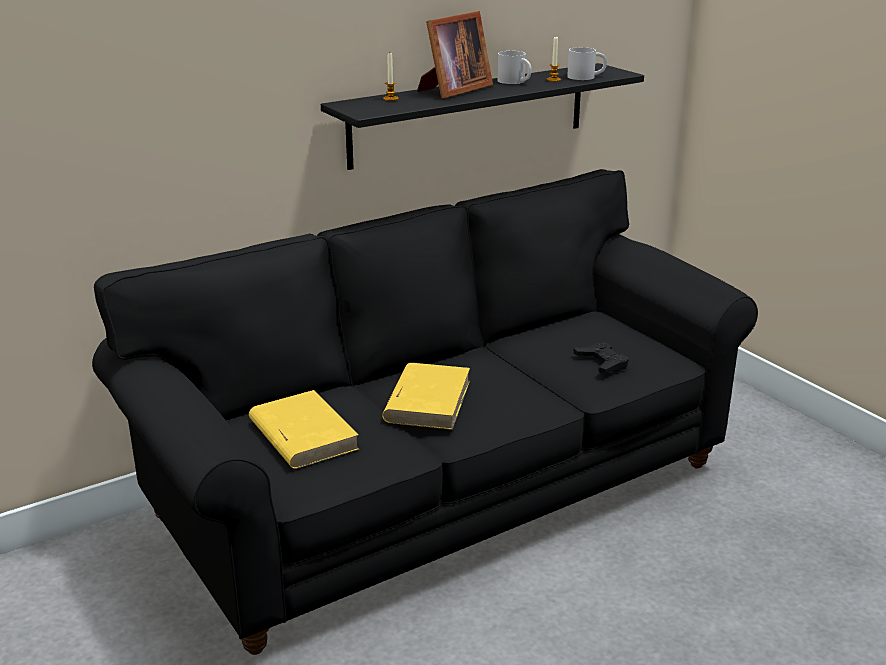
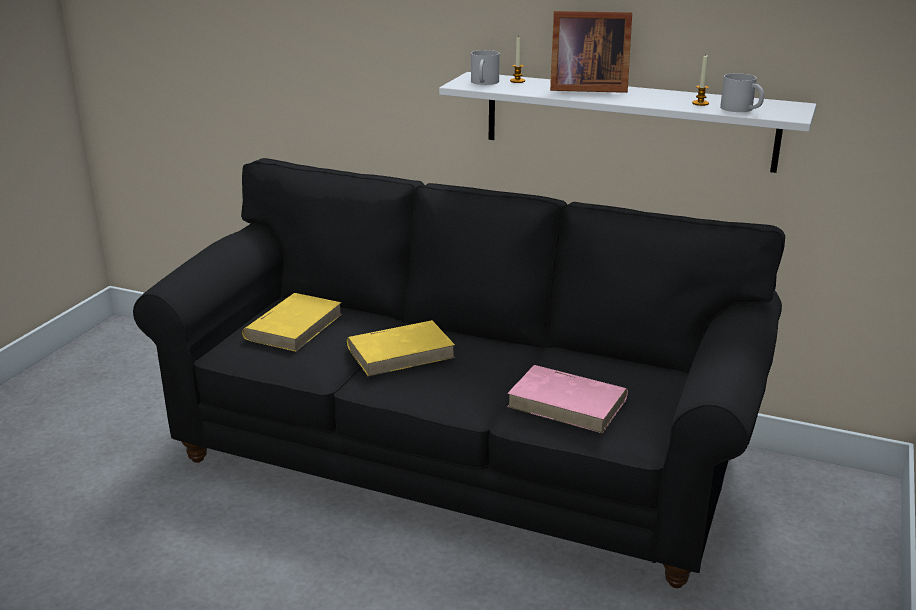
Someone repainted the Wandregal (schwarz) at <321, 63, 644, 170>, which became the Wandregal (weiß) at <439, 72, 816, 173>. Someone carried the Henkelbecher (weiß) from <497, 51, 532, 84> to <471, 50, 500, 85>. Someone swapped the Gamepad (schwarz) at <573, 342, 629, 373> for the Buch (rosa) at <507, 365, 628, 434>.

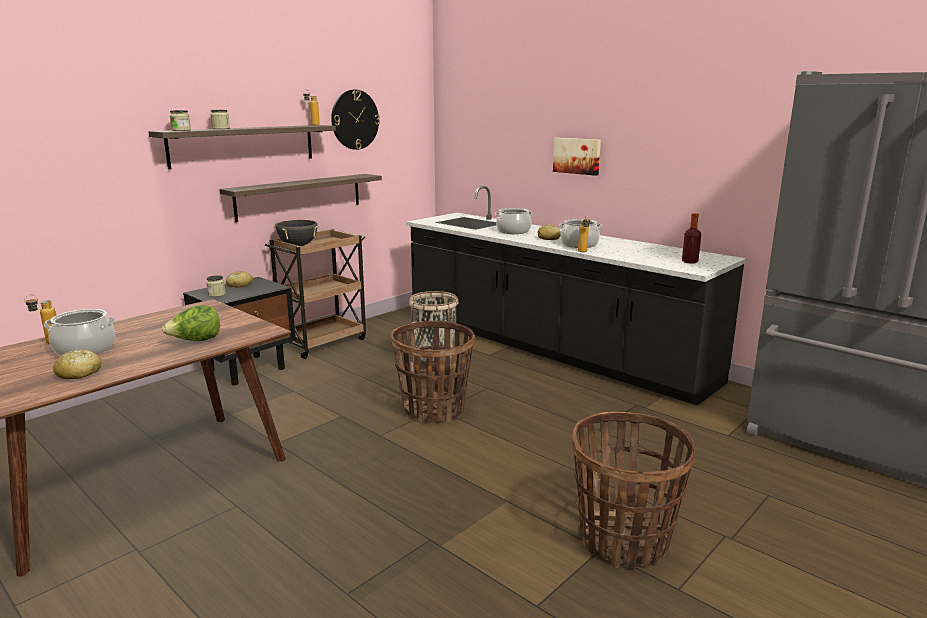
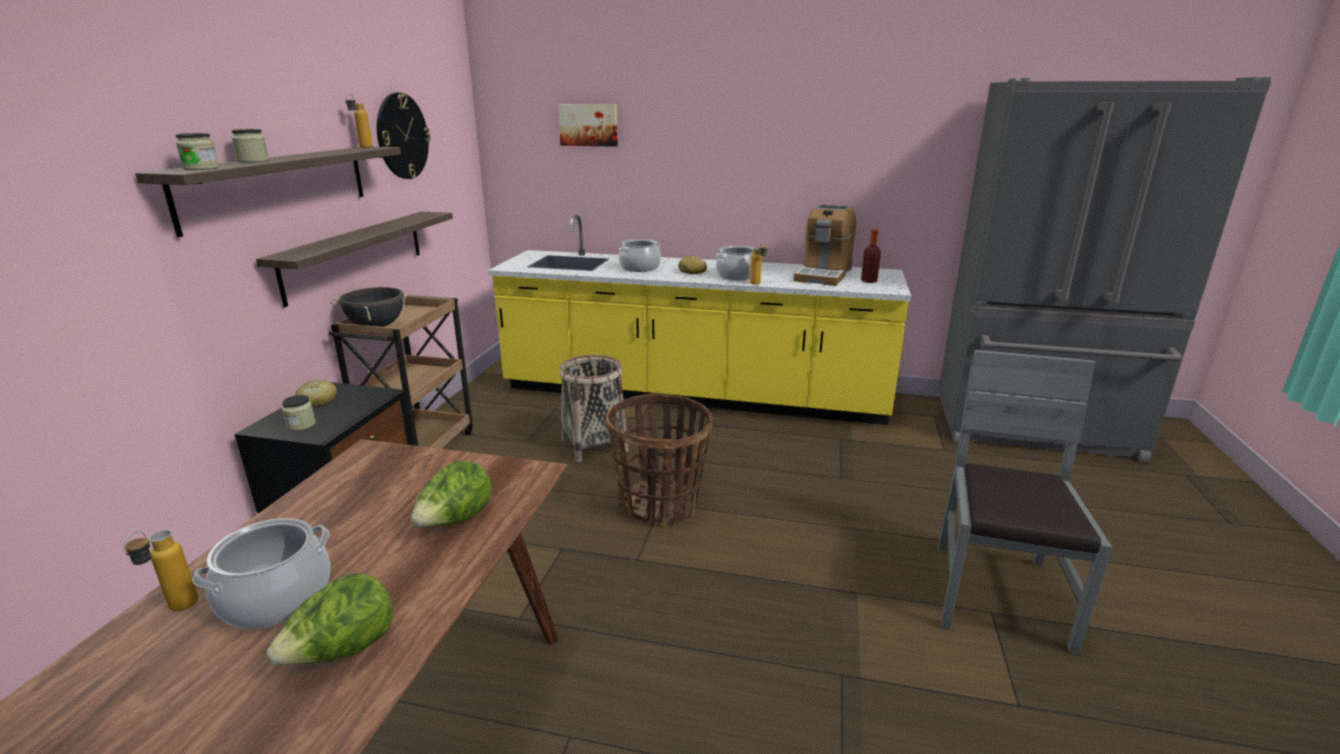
Someone swapped the Brot at <53, 349, 102, 379> for the Salatkopf at <267, 573, 393, 665>. Someone repainted the Küchenzeile (schwarz) at <406, 186, 746, 406>, which became the Küchenzeile (gelb) at <488, 214, 911, 425>. Someone carried the Bild from <553, 138, 601, 176> to <558, 104, 618, 147>. Someone put down the Kaffeemaschine at <794, 204, 856, 286>. Someone swapped the Korb at <572, 412, 696, 568> for the Stuhl (grau) at <938, 350, 1112, 655>.

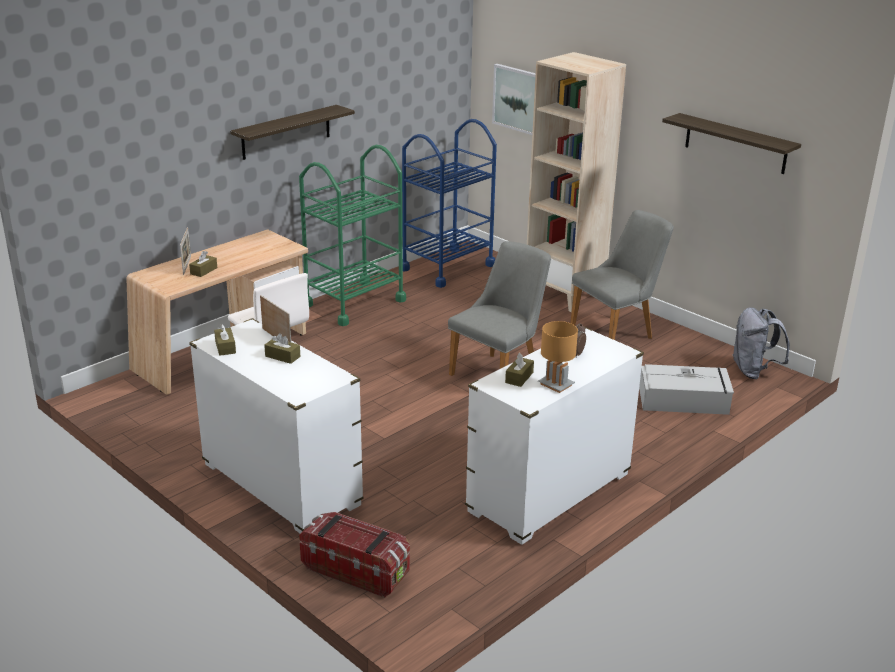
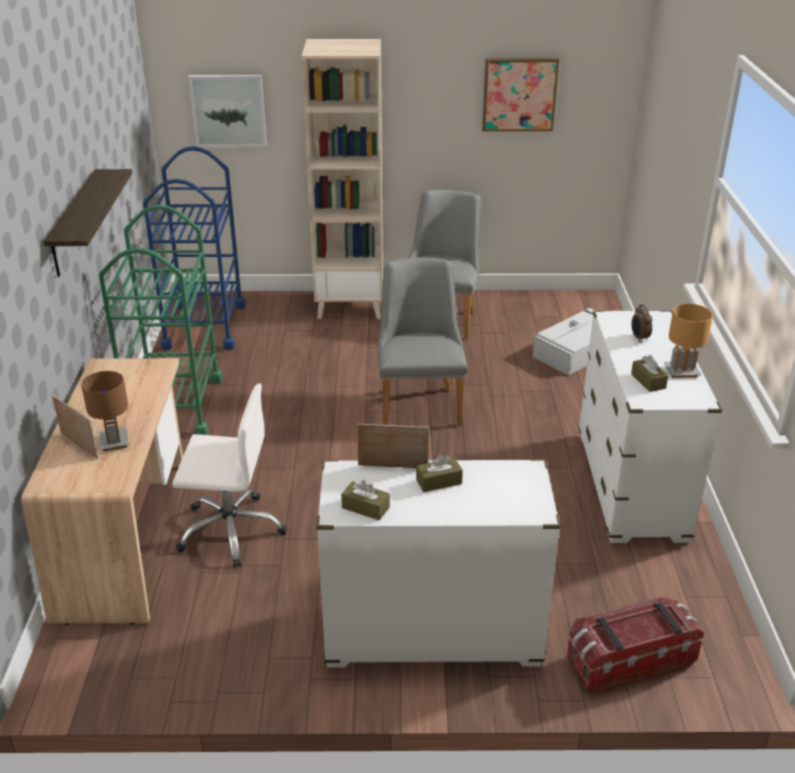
Someone swapped the Taschentuchbox (braun) at <189, 251, 217, 277> for the Tischlampe (braun) at <81, 371, 129, 451>. Someone swapped the Wandregal at <662, 113, 801, 174> for the Bild at <482, 58, 559, 131>. Someone took away the Rucksack (grau) at <732, 307, 790, 379>.

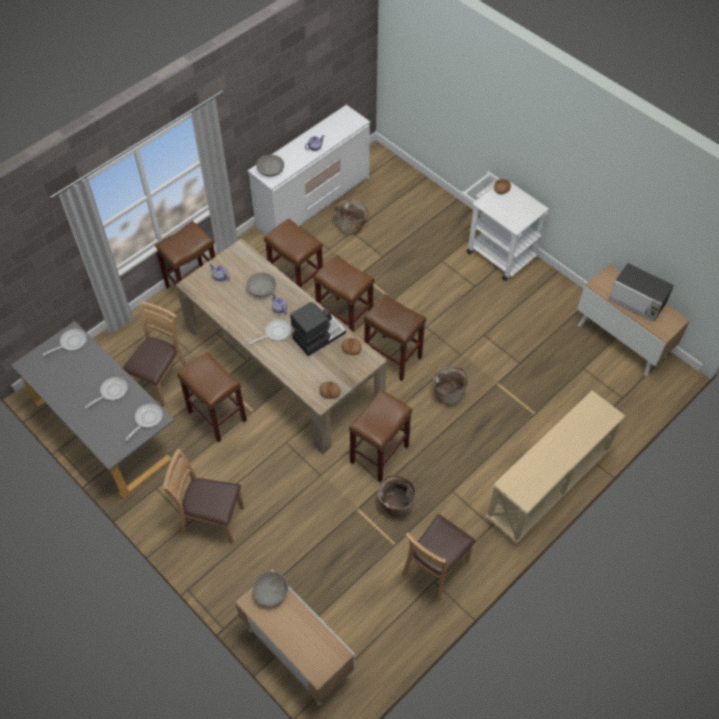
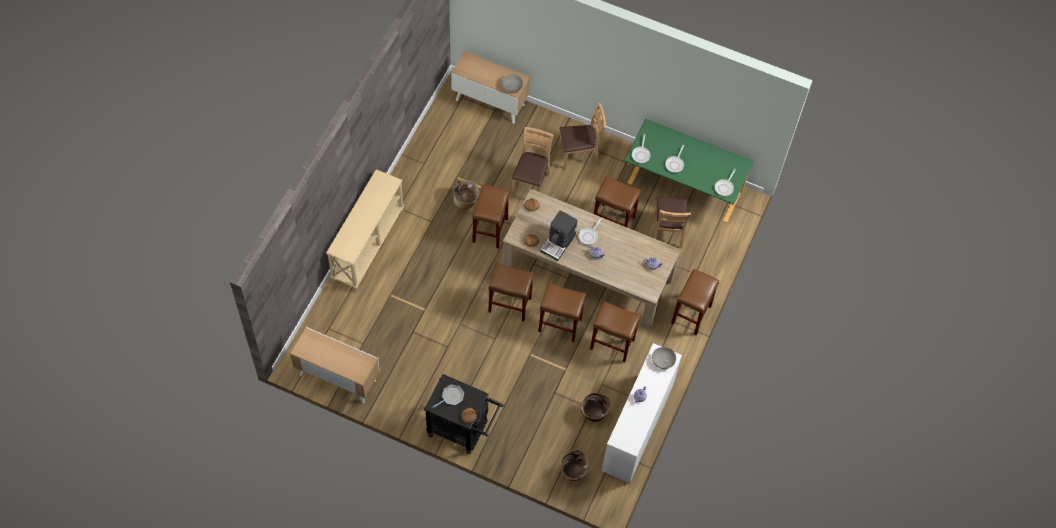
Someone repainted the Rollwagen (weiß) at <460, 171, 549, 281>, which became the Rollwagen (schwarz) at <424, 374, 503, 454>. Someone put down the Pfanne at <433, 384, 464, 408>. Someone carried the Stuhl (braun) from <402, 514, 475, 602> to <512, 127, 554, 195>. Someone carried the Korb from <433, 366, 468, 406> to <561, 450, 589, 481>. Someone repainted the Schreibtisch (grau) at <11, 321, 174, 499>, which became the Schreibtisch (grün) at <625, 119, 754, 223>. Someone took away the Schüssel (grau) at <246, 272, 276, 297>. Someone took away the Mikrowelle at <608, 263, 674, 322>.

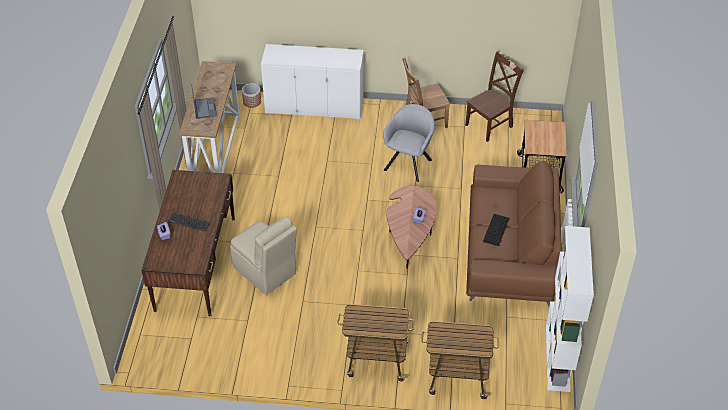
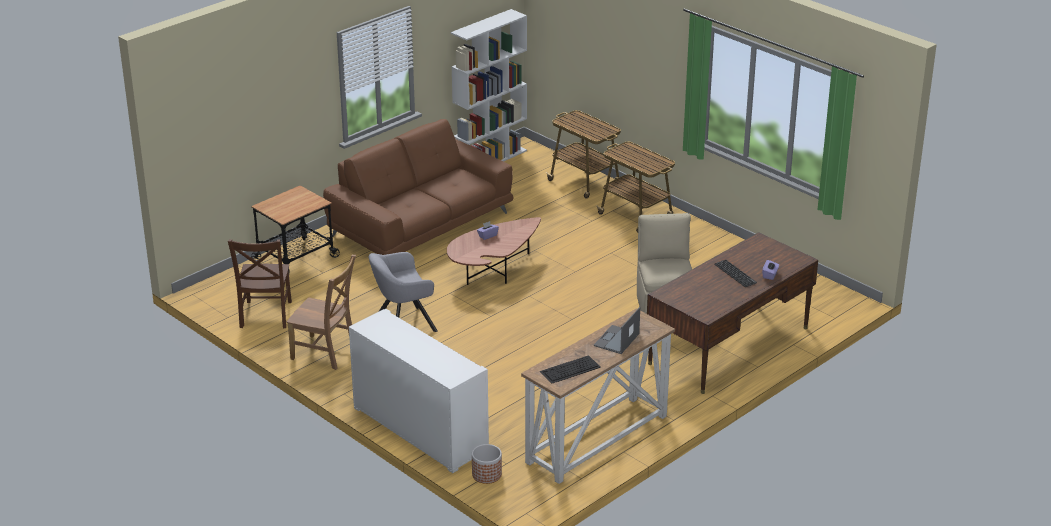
Someone rotated the Stuhl (braun) at <465, 51, 524, 142> by 90 degrees counterclockwise. Someone carried the Tastatur from <483, 214, 510, 246> to <540, 355, 601, 384>.

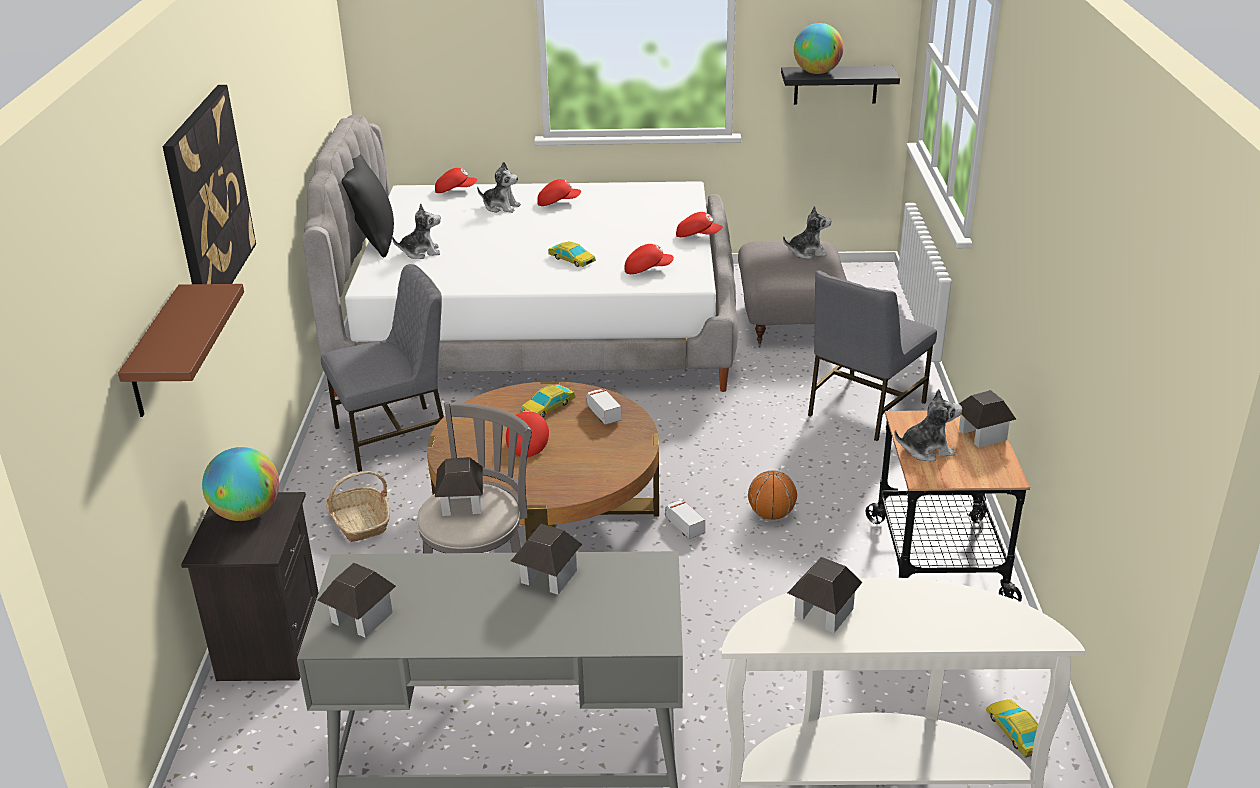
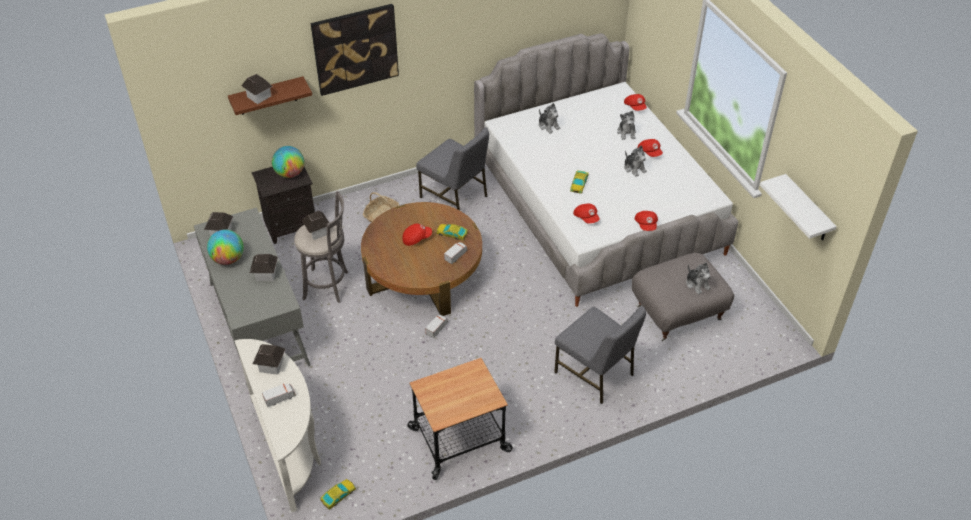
Someone carried the Globus from <794, 23, 843, 74> to <207, 229, 244, 265>. Someone carried the Spielzeughaus from <959, 390, 1016, 448> to <241, 74, 273, 104>. Someone put down the Spielzeuglaster at <262, 384, 296, 407>. Someone rotated the Stuhl (grau) at <808, 271, 937, 441> by 150 degrees counterclockwise. Someone carried the Plüschtier from <894, 389, 962, 461> to <624, 146, 647, 177>. Someone repainted the Wandregal (schwarz) at <781, 66, 900, 105>, which became the Wandregal (weiß) at <760, 174, 837, 241>. Someone took away the Kissen (schwarz) at <342, 154, 394, 257>. Someone took away the Basketball at <748, 470, 797, 520>.

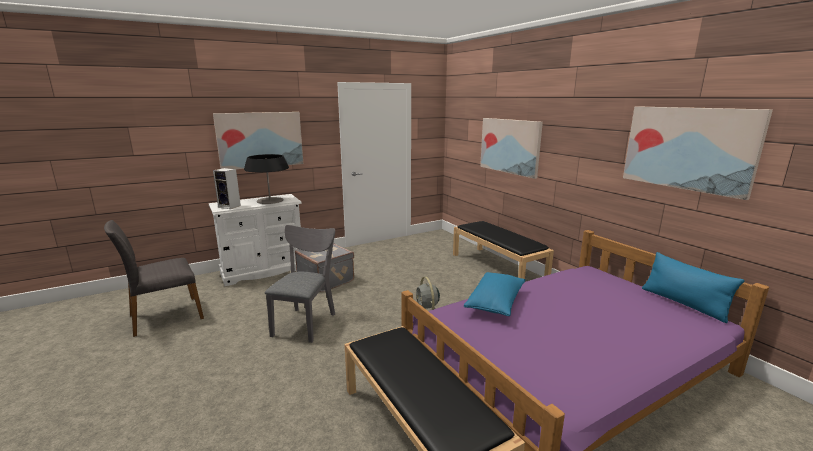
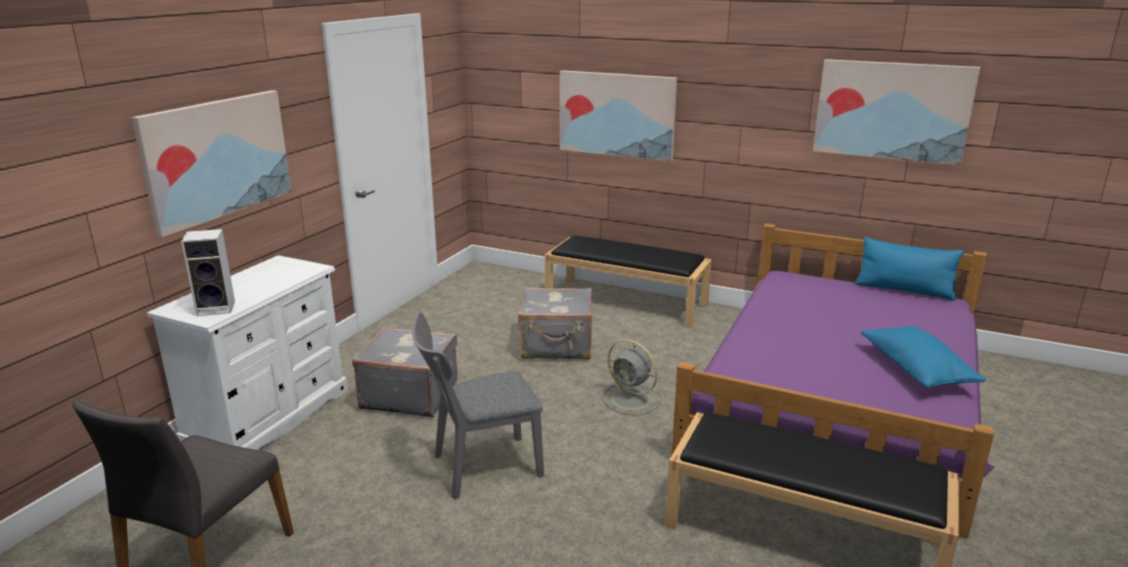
Someone rotated the Stuhl (grau) at <265, 225, 335, 343> by 90 degrees counterclockwise. Someone put down the Koffer (grau) at <518, 287, 592, 360>. Someone carried the Kissen (blau) from <464, 272, 526, 316> to <861, 326, 986, 388>. Someone took away the Tischlampe at <244, 154, 289, 204>.

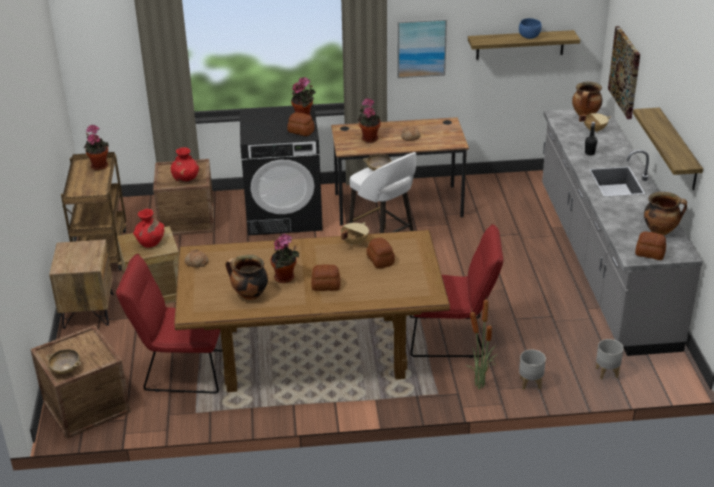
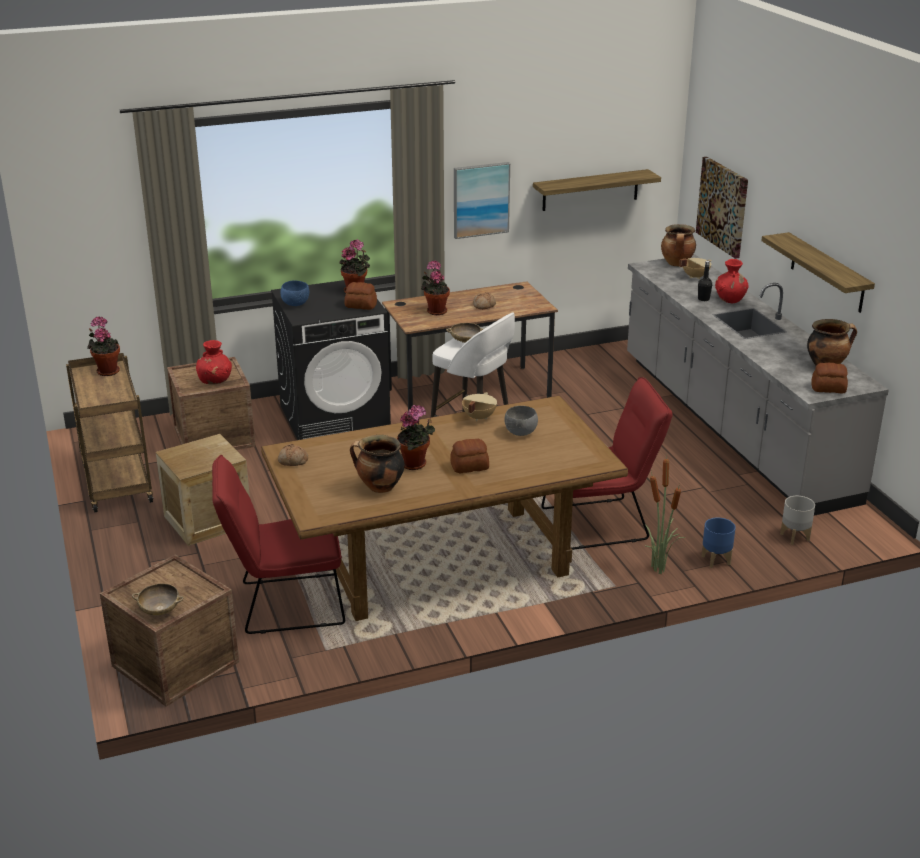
Someone carried the Schüssel (blau) from <519, 18, 542, 39> to <280, 280, 309, 306>. Someone swapped the Brot at <366, 238, 395, 269> for the Schüssel (grau) at <504, 406, 538, 436>. Someone repainted the Pflanzkübel (grau) at <519, 350, 546, 390>, which became the Pflanzkübel (blau) at <702, 518, 736, 568>. Someone carried the Vase (rot) from <133, 209, 165, 248> to <715, 259, 748, 303>. Someone took away the Nachttisch (braun) at <49, 239, 113, 329>.

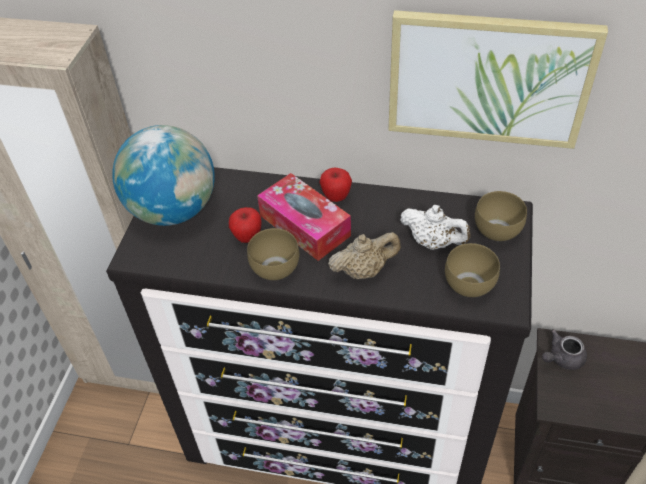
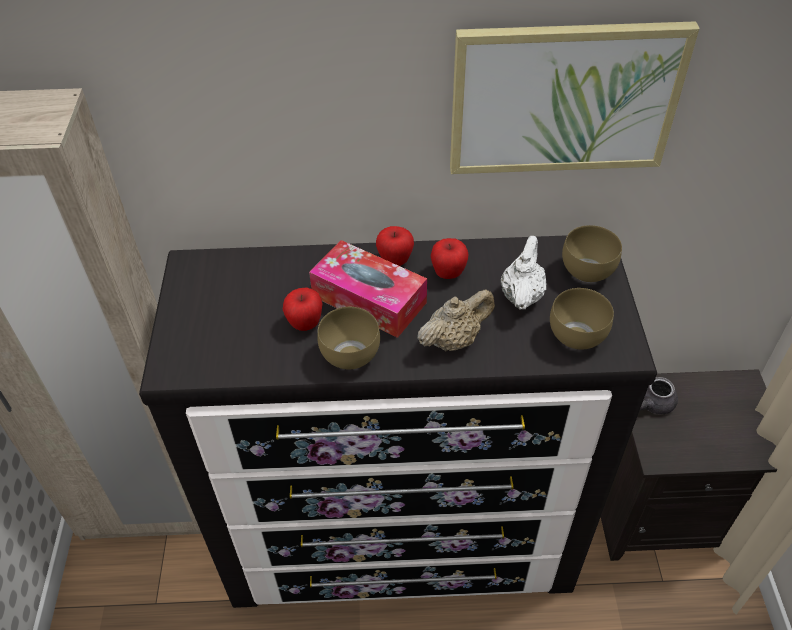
Someone put down the Apfel at <431, 238, 469, 279>. Someone rotated the Teekanne (weiß) at <400, 205, 471, 250> by 90 degrees counterclockwise. Someone took away the Globus at <112, 125, 215, 226>.

